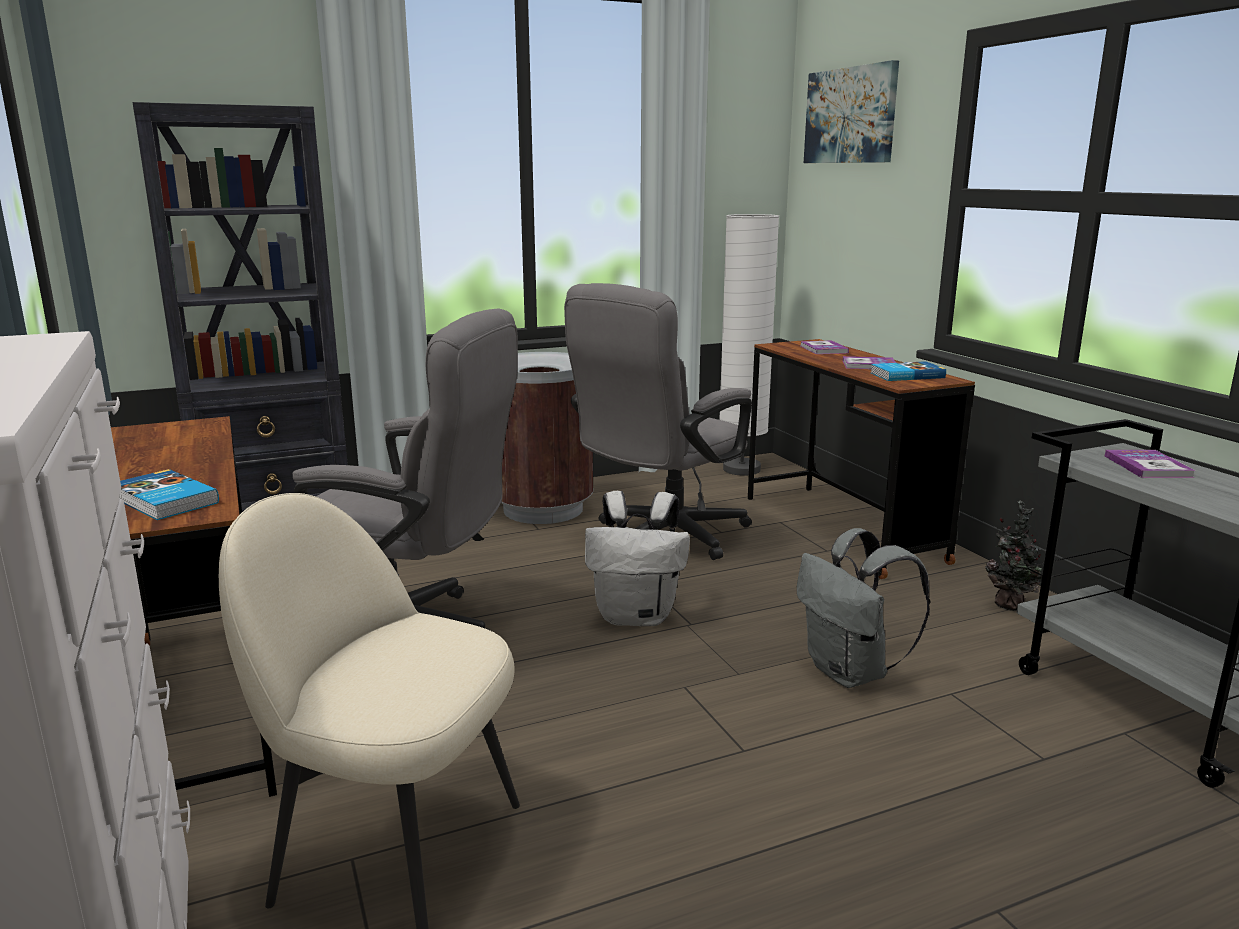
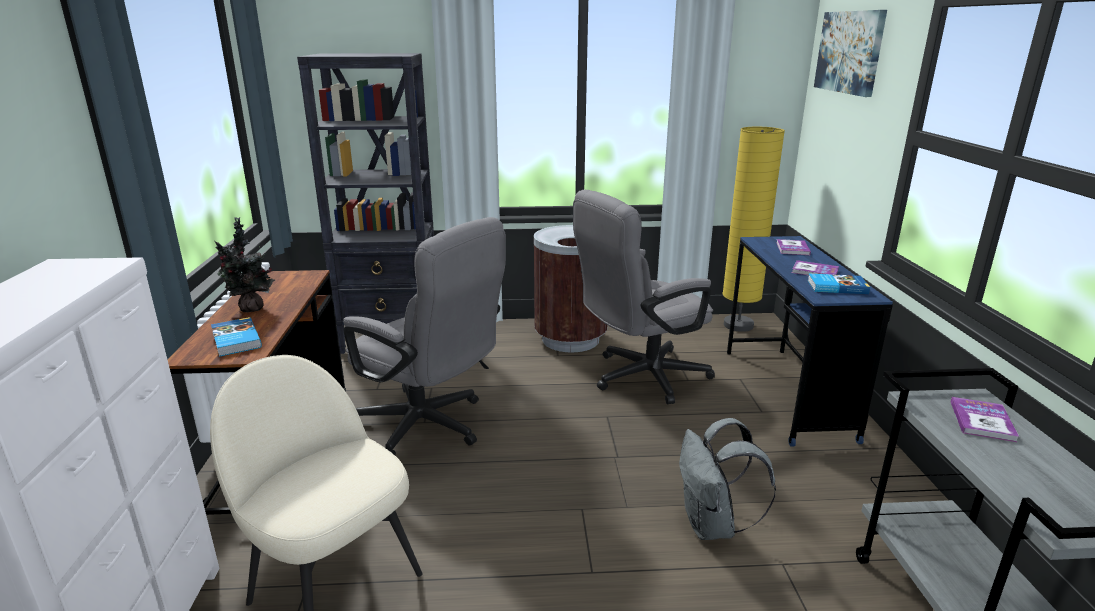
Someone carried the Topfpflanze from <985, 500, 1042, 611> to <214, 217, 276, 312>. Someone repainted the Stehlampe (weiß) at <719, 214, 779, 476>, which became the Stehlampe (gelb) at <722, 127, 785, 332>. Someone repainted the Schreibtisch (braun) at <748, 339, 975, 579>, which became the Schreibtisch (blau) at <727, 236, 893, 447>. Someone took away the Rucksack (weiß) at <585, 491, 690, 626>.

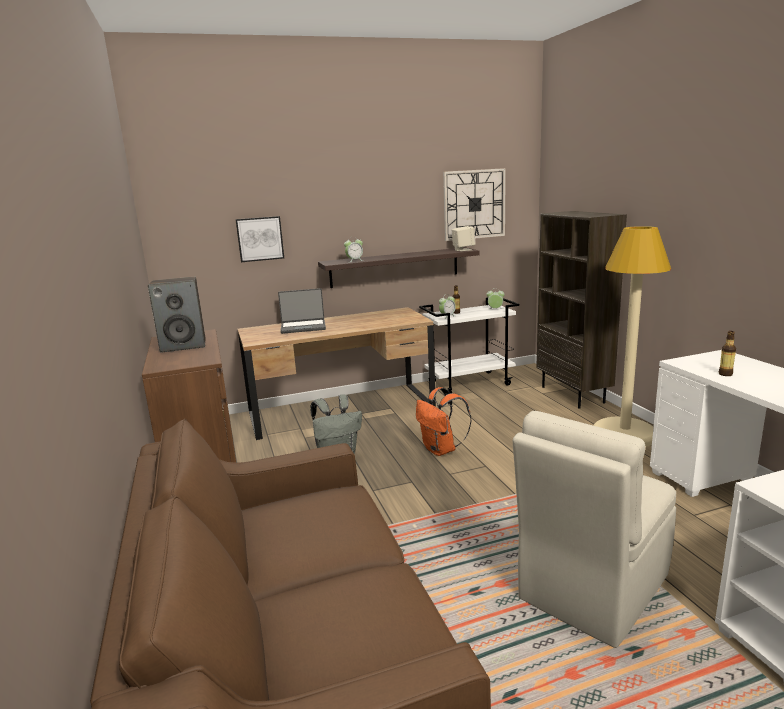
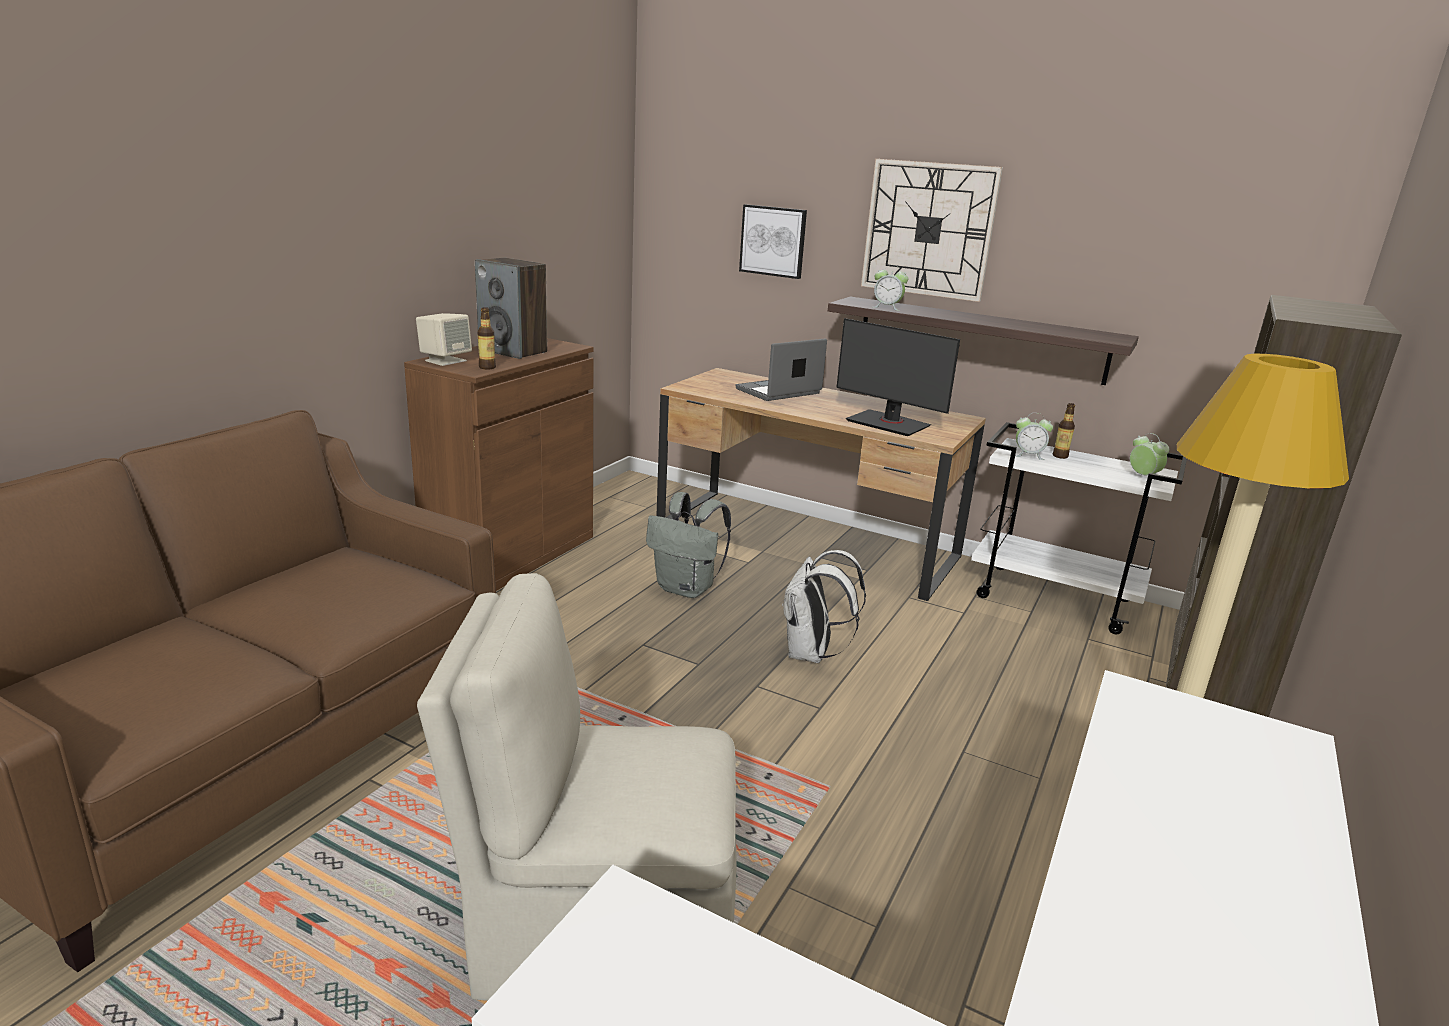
Someone carried the Lautsprecher (beige) from <451, 226, 476, 251> to <416, 313, 472, 366>. Someone carried the Flasche from <719, 331, 736, 376> to <477, 307, 496, 370>. Someone rotated the Laptop at <278, 288, 326, 334> by 105 degrees clockwise. Someone repainted the Rucksack (orange) at <416, 387, 471, 456>, which became the Rucksack (weiß) at <782, 550, 866, 663>. Someone put down the Monitor at <836, 318, 960, 436>. Someone carried the Wanduhr from <443, 168, 506, 241> to <861, 159, 1003, 302>.

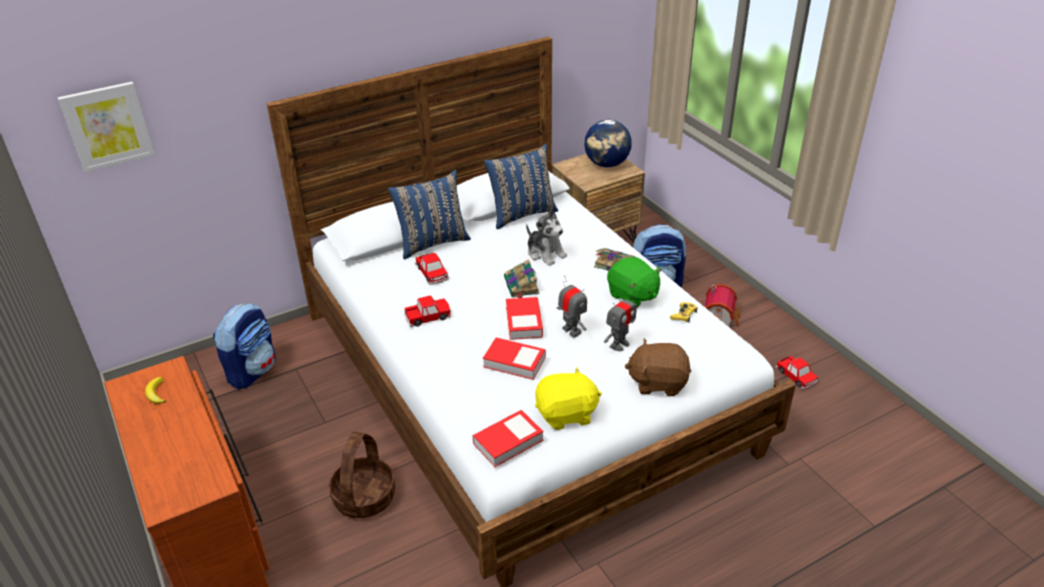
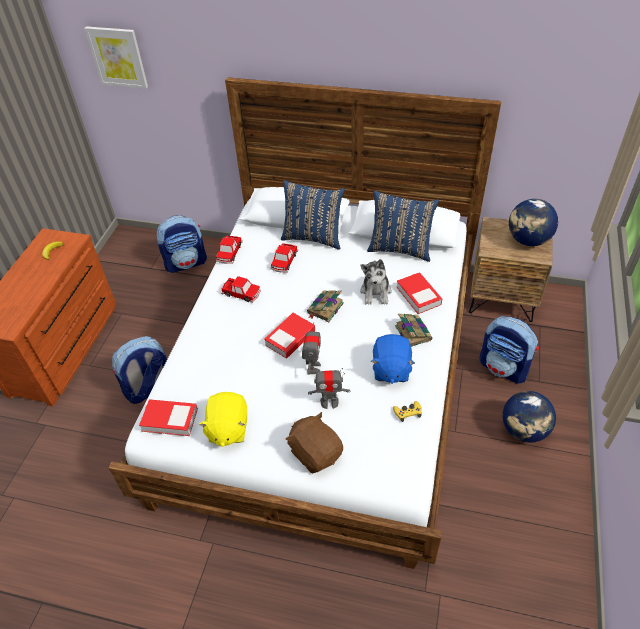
Someone swapped the Korb at <329, 432, 395, 518> for the Rucksack at <112, 336, 167, 404>. Someone rotated the Plüschtier (gelb) at <535, 367, 602, 430> by 60 degrees clockwise. Someone carried the Spielzeugauto from <775, 356, 818, 390> to <216, 236, 243, 264>. Someone repainted the Plüschtier (grün) at <607, 257, 662, 308>, which became the Plüschtier (blau) at <371, 334, 415, 384>. Someone carried the Buch from <483, 337, 546, 380> to <396, 272, 442, 314>. Someone swapped the Spielzeughaus at <704, 284, 740, 328> for the Globus at <502, 391, 556, 443>.

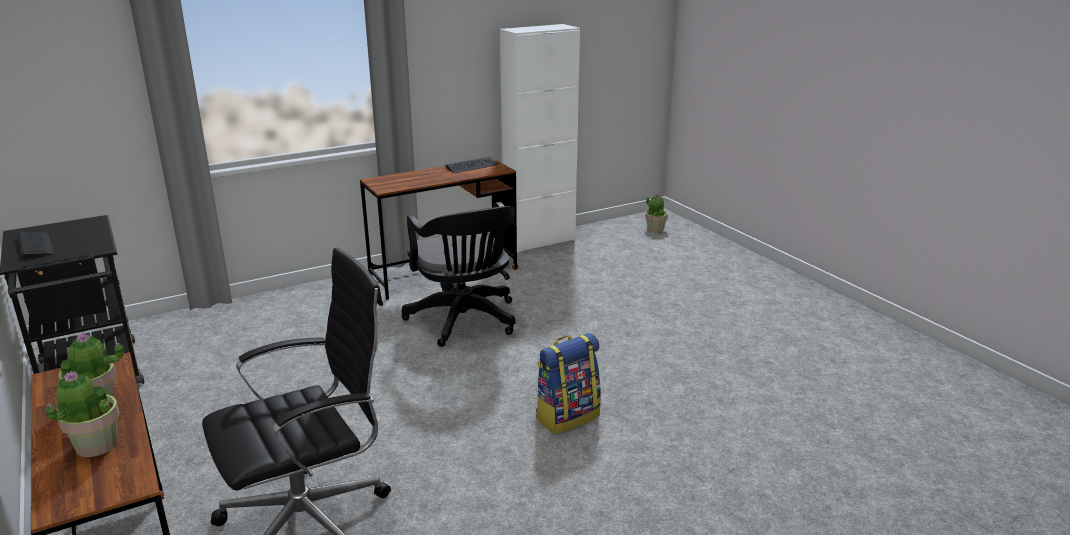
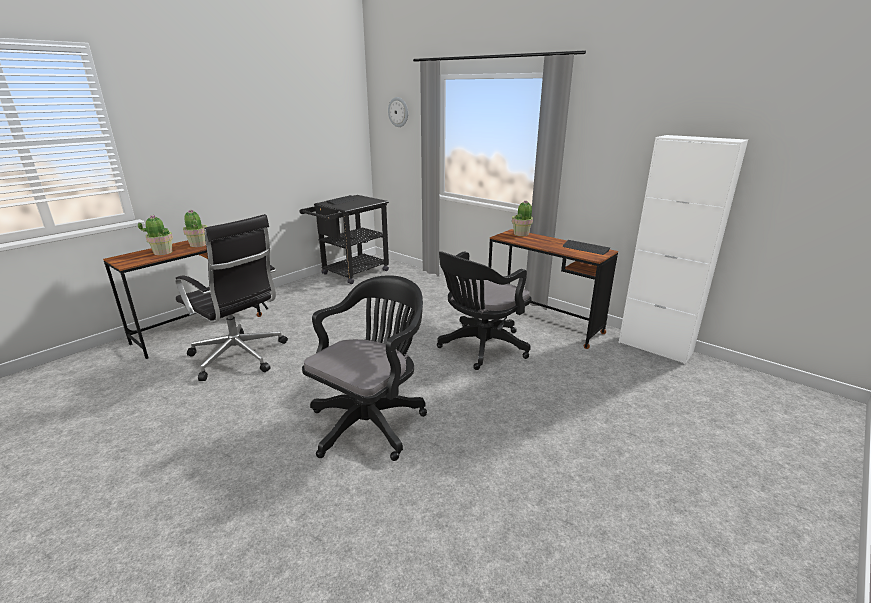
Someone swapped the Rucksack at <536, 333, 601, 435> for the Bürostuhl (schwarz) at <302, 275, 427, 461>. Someone put up the Wanduhr at <388, 97, 408, 127>. Someone carried the Topfpflanze from <645, 194, 668, 233> to <512, 200, 533, 236>.

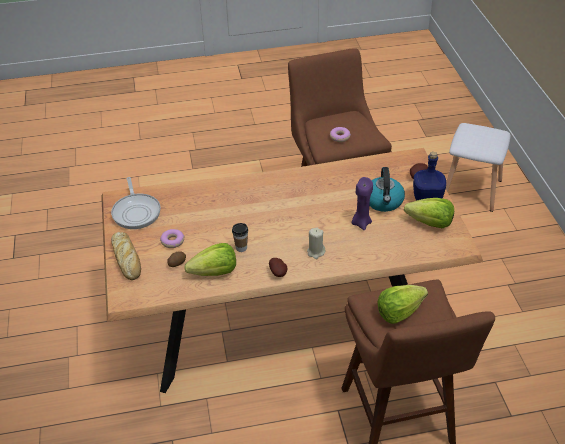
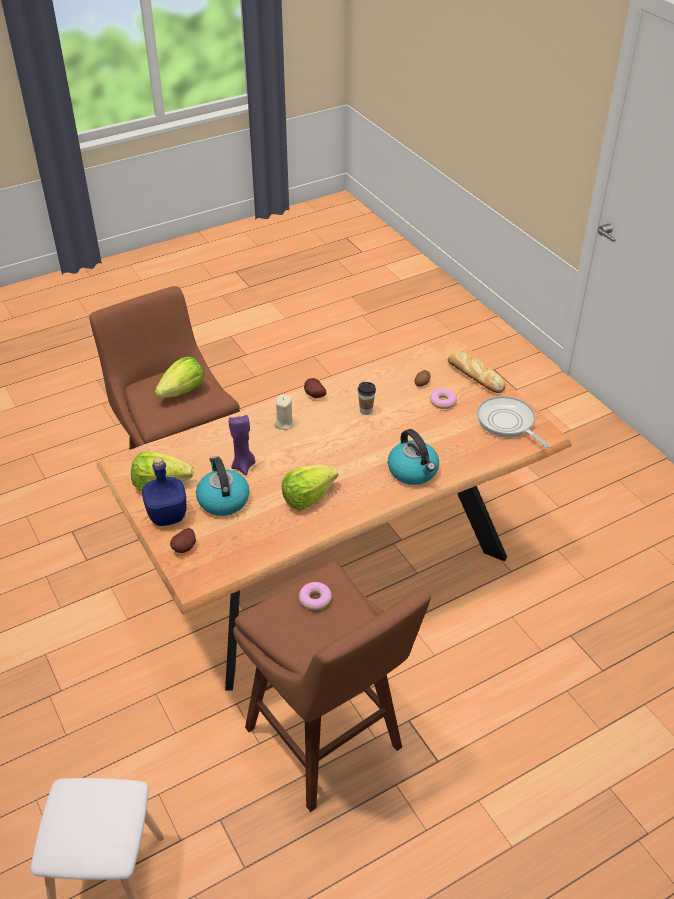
Someone carried the Salatkopf from <184, 243, 236, 276> to <282, 465, 338, 510>. Someone put down the Wasserkessel at <388, 429, 439, 485>.

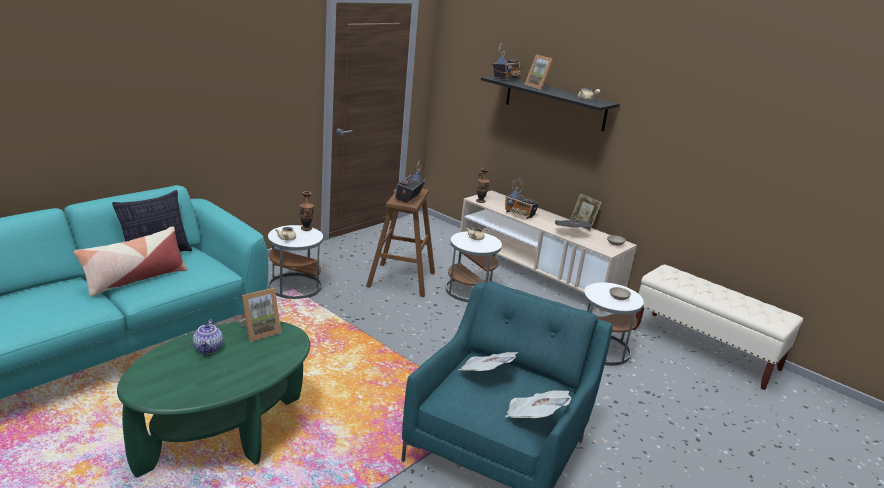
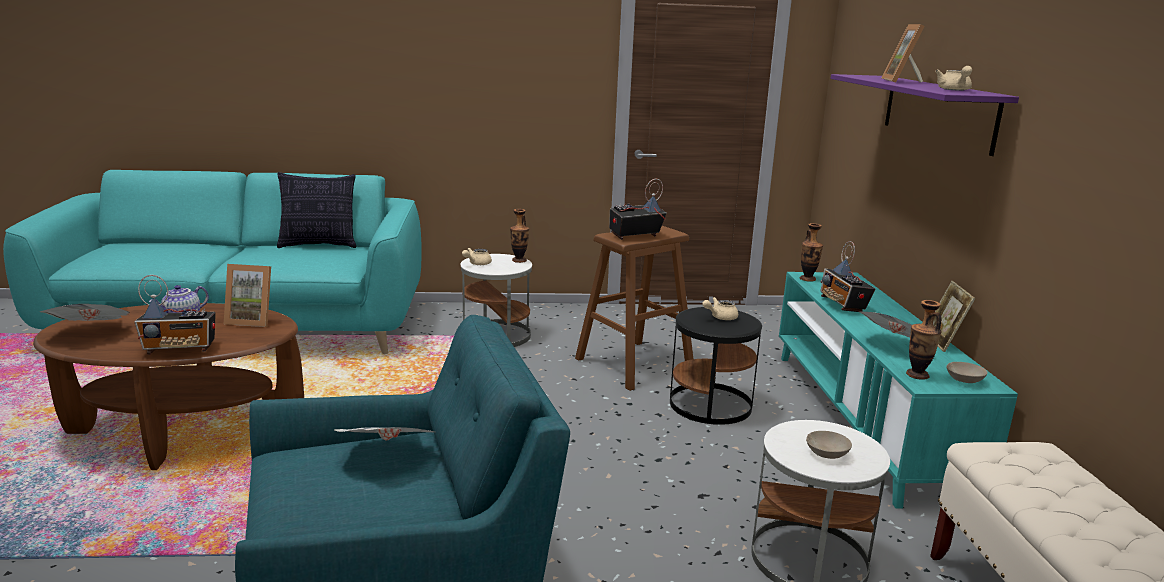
Someone repainted the Couchtisch (grün) at <117, 321, 310, 478>, which became the Couchtisch (braun) at <33, 303, 304, 470>. Someone carried the Zeitung from <505, 390, 571, 418> to <40, 304, 130, 321>. Someone carried the Radio from <492, 43, 521, 80> to <134, 275, 216, 355>. Someone repainted the Beistelltisch (weiß) at <446, 231, 502, 302>, which became the Beistelltisch (schwarz) at <670, 307, 762, 425>. Someone repainted the Fernsehschrank (beige) at <460, 190, 637, 314>, which became the Fernsehschrank (türkis) at <779, 272, 1018, 509>. Someone repainted the Wandregal (schwarz) at <481, 76, 620, 131>, which became the Wandregal (lila) at <830, 74, 1019, 156>. Someone put down the Vase at <906, 300, 942, 380>. Someone took away the Kissen at <74, 226, 187, 297>.

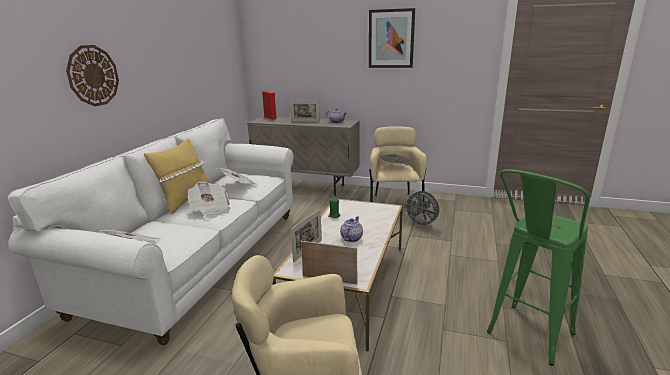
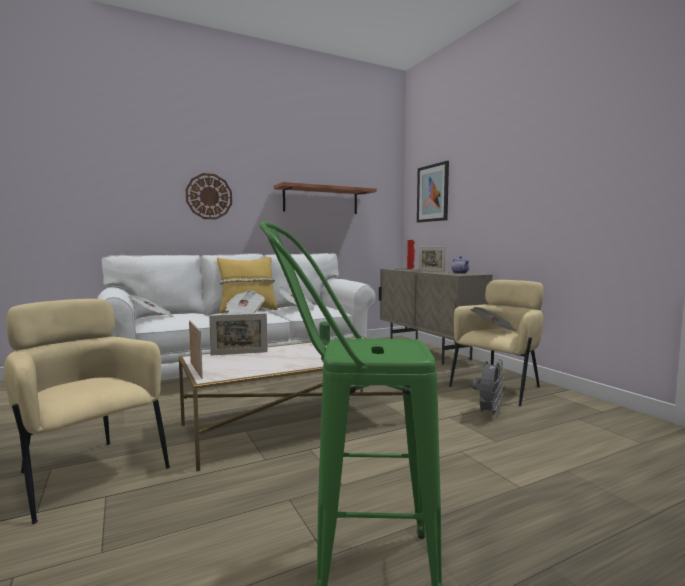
Someone put up the Wandregal at <274, 182, 377, 214>. Someone carried the Bild from <369, 8, 415, 68> to <417, 161, 449, 223>. Someone rotated the Ventilator (grau) at <403, 191, 439, 228> by 150 degrees counterclockwise. Someone took away the Teekanne at <340, 217, 363, 242>.

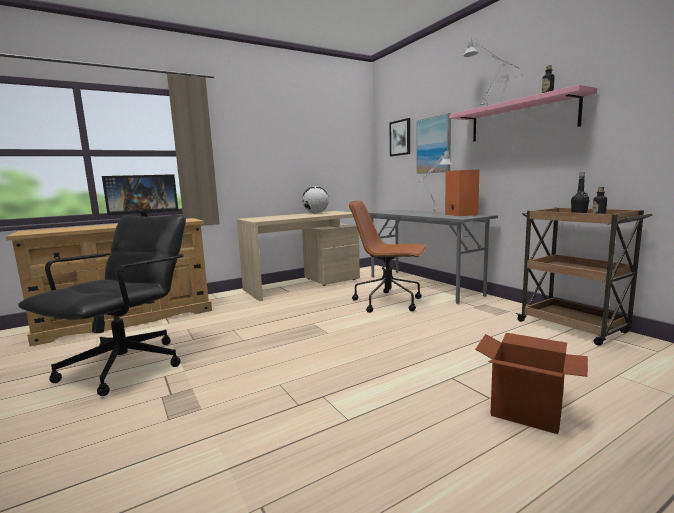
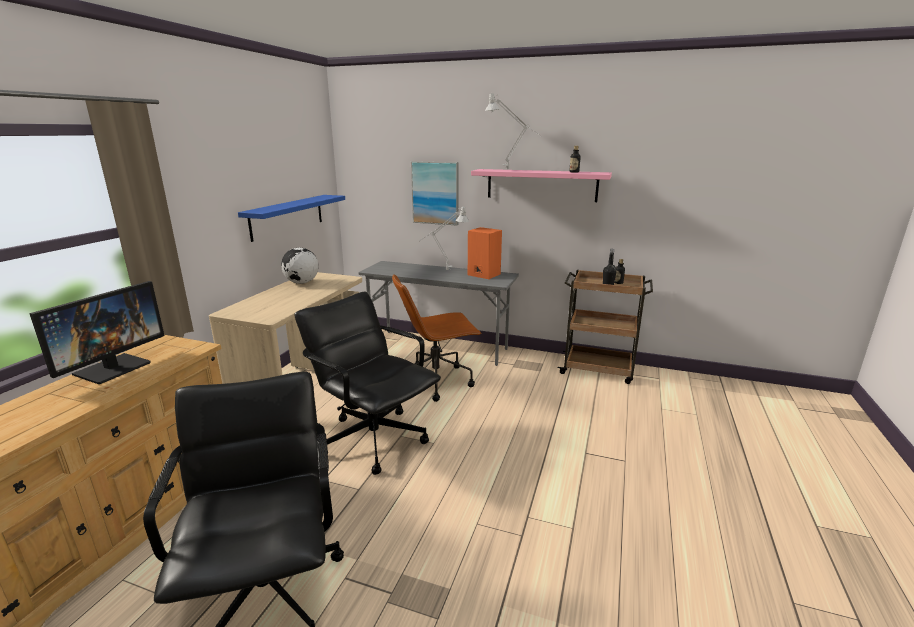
Someone put up the Wandregal (blau) at <238, 195, 345, 242>. Someone put down the Bürostuhl (schwarz) at <294, 292, 441, 475>. Someone took away the Bild at <389, 118, 410, 156>. Someone took away the Karton at <475, 333, 588, 434>.

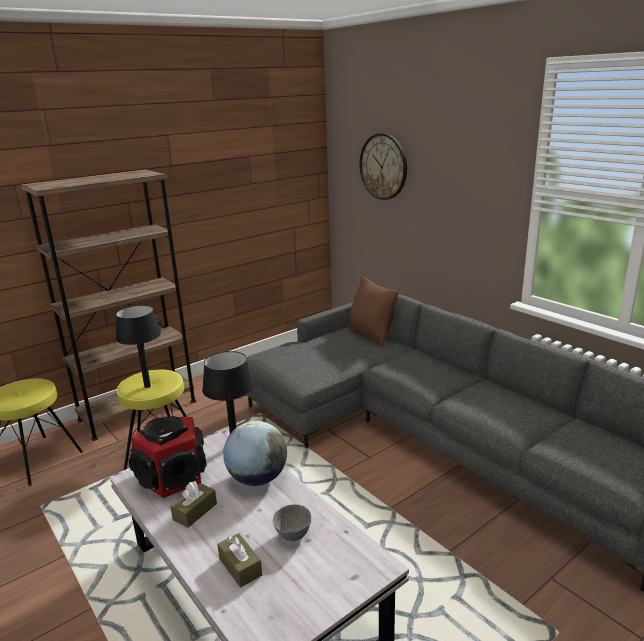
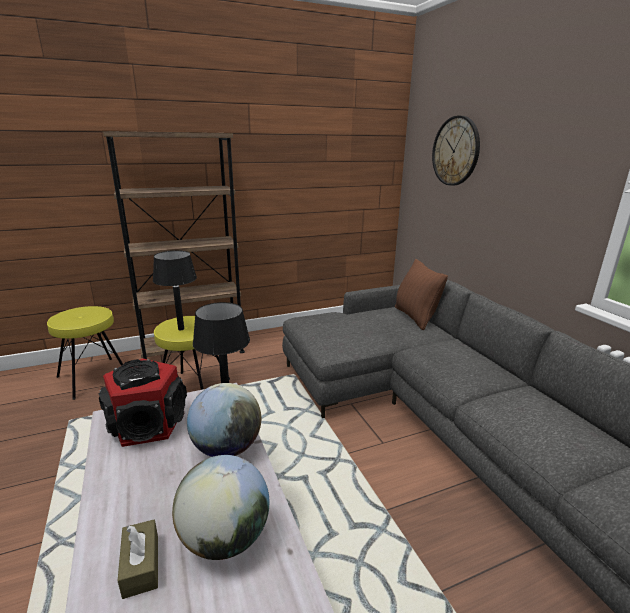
Someone swapped the Schüssel (grau) at <273, 504, 311, 541> for the Globus at <172, 455, 269, 560>. Someone took away the Taschentuchbox (braun) at <170, 481, 217, 528>.

